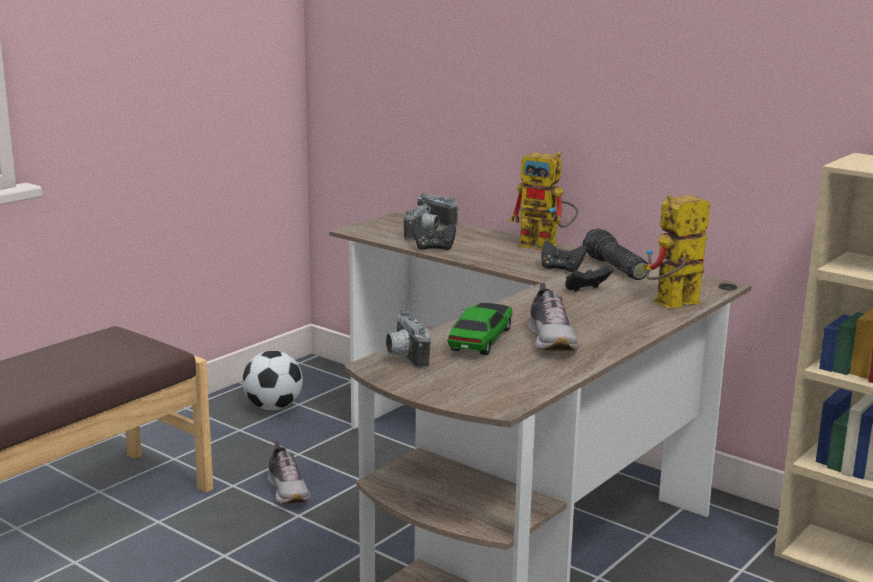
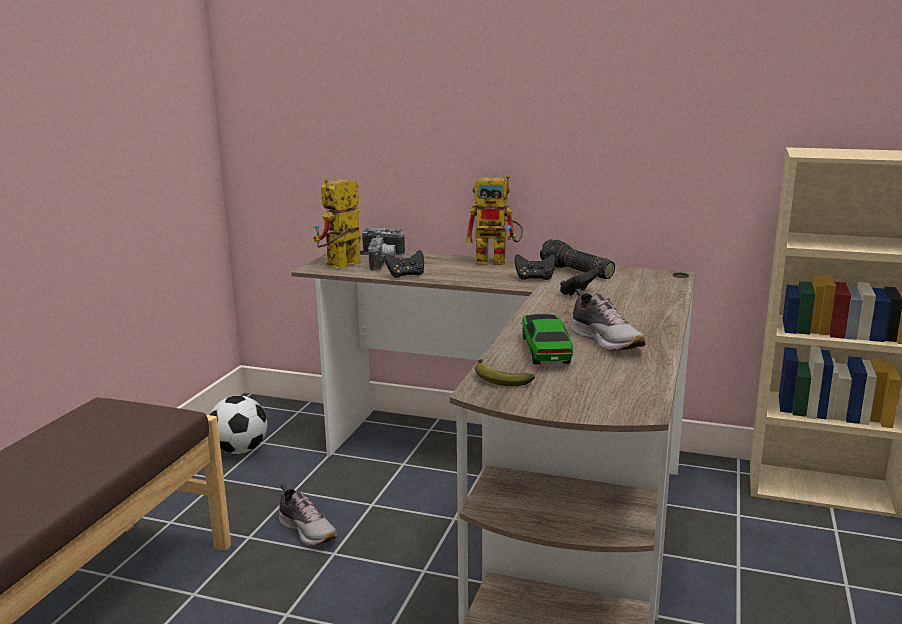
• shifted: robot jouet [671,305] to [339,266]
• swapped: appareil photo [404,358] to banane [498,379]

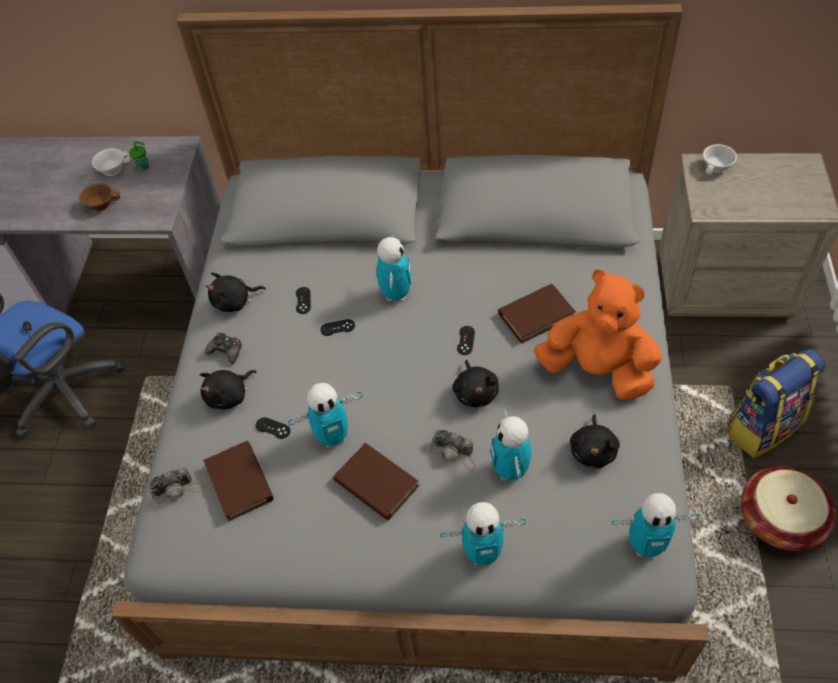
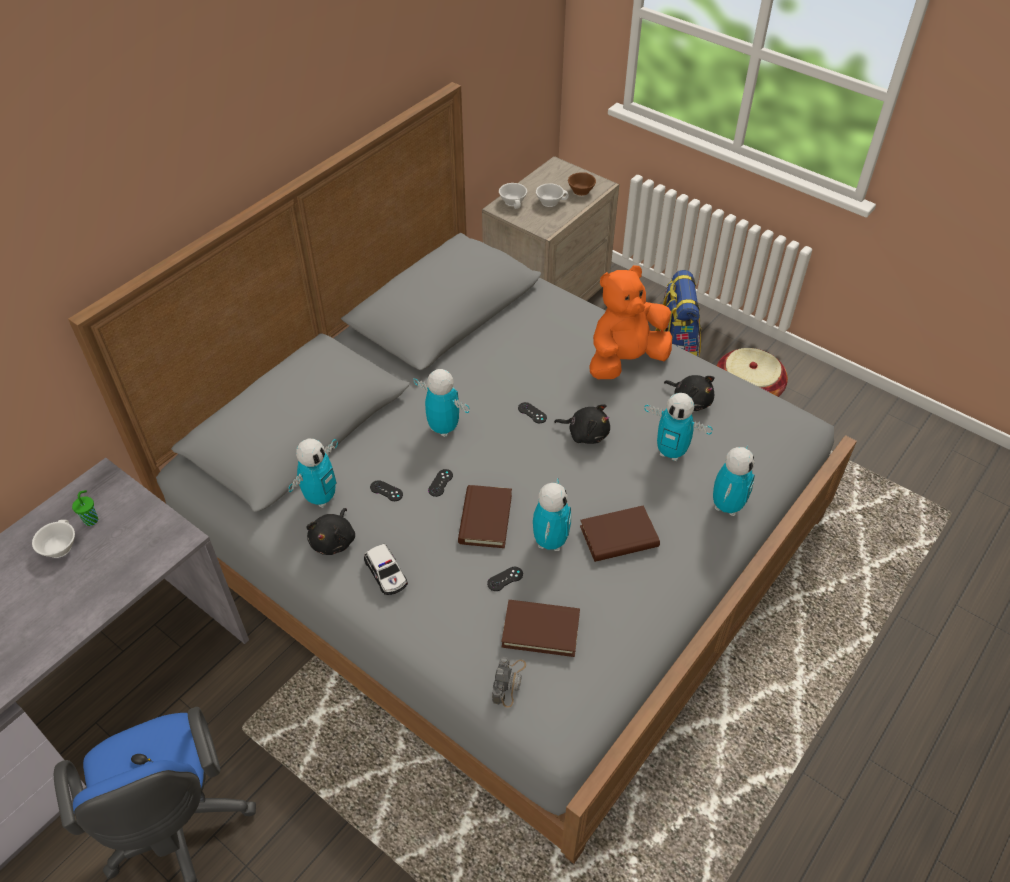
• shifted: tasse (marron) [101,203] to [580,190]
• shifted: livre (marron) [536,315] to [485,519]
• swapped: manette (noir) [226,350] to petite voiture [386,573]
• gone: peluche (noir) [229,395]
• gone: appareil photo [454,453]
• shifted: robot jouet [646,544] to [321,498]
• new: tasse (blanc) [550,201]

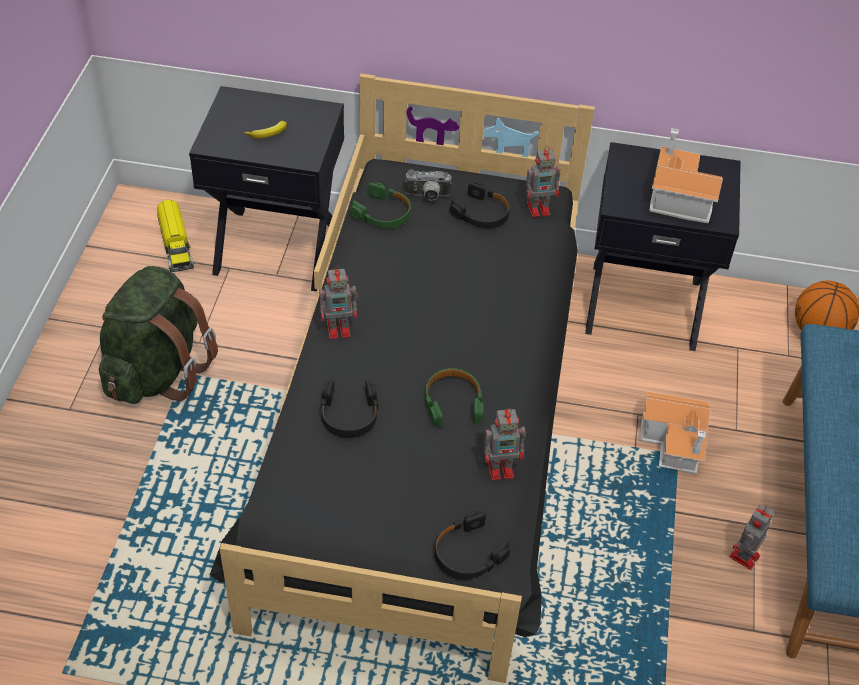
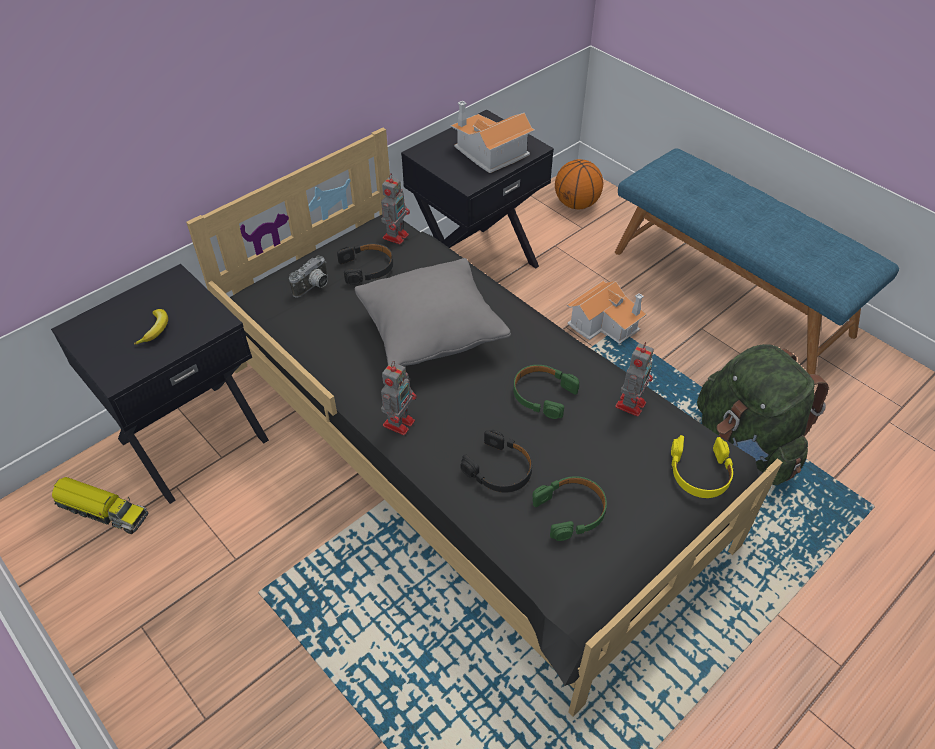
• shifted: casque audio (vert) [383,214] to [571,511]
• shifted: sac à dos (vert) [157,371] to [745,446]
• gone: robot jouet [743,557]
• repainted: casque audio (noir) [467,553] to casque audio (jaune) [700,473]
• new: coussin (gris) [431,335]

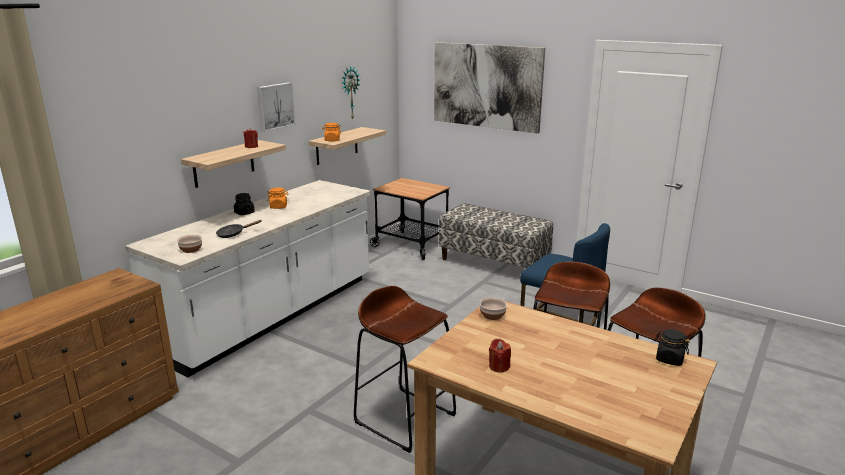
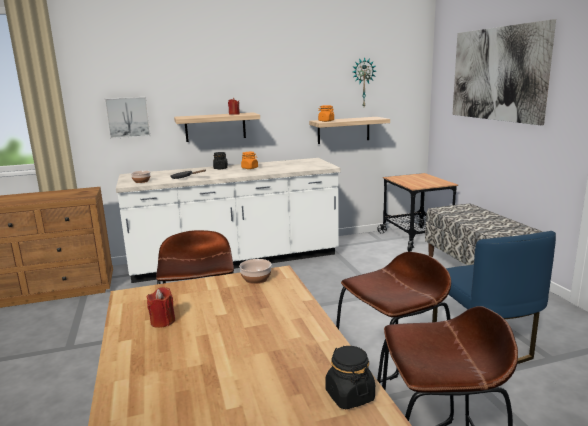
• shifted: tableau [275,106] to [128,117]

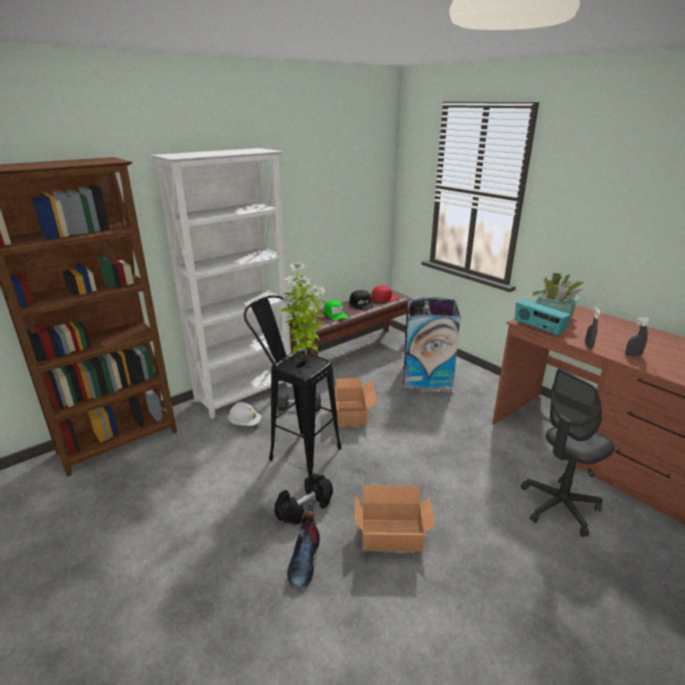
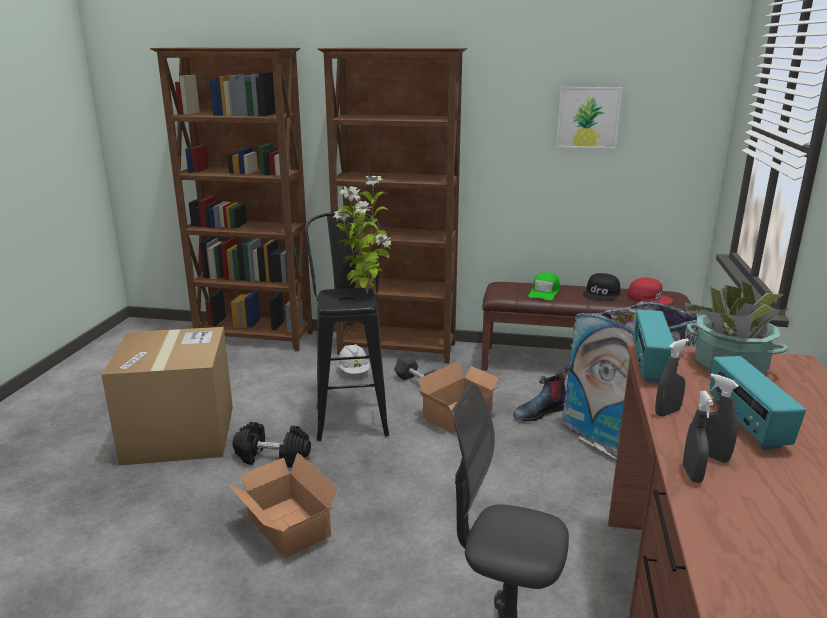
• repainted: bibliothèque (blanc) [245,394] to bibliothèque (marron) [398,350]
• shifted: botte [304,559] to [540,411]
• new: tableau [588,117]
• new: carton [179,434]
• new: radio [746,424]
• new: vaporisateur (gris) [692,474]

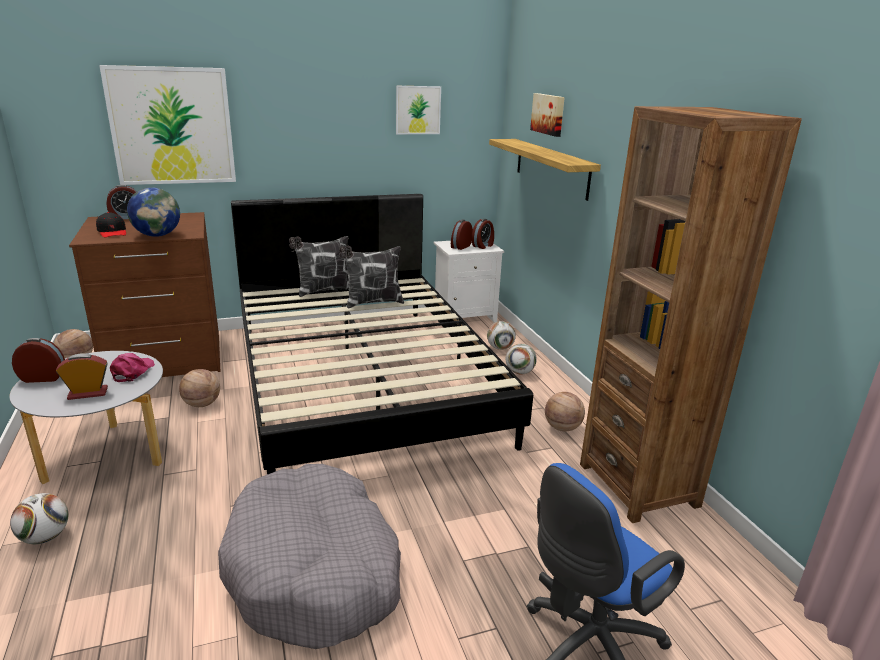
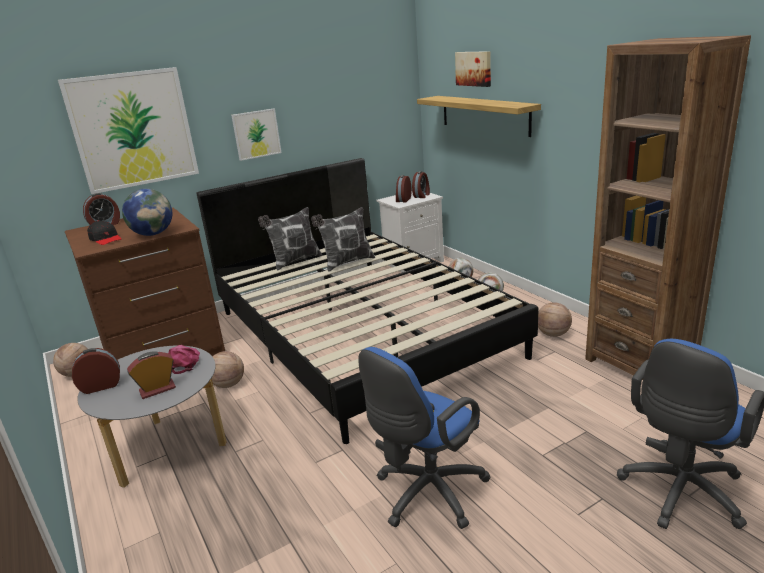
• shifted: tableau [418,110] to [256,134]
• swapped: panier pour chien (gris) [315,570] to chaise de bureau (bleu) [426,494]
• gone: ballon de foot [45,537]

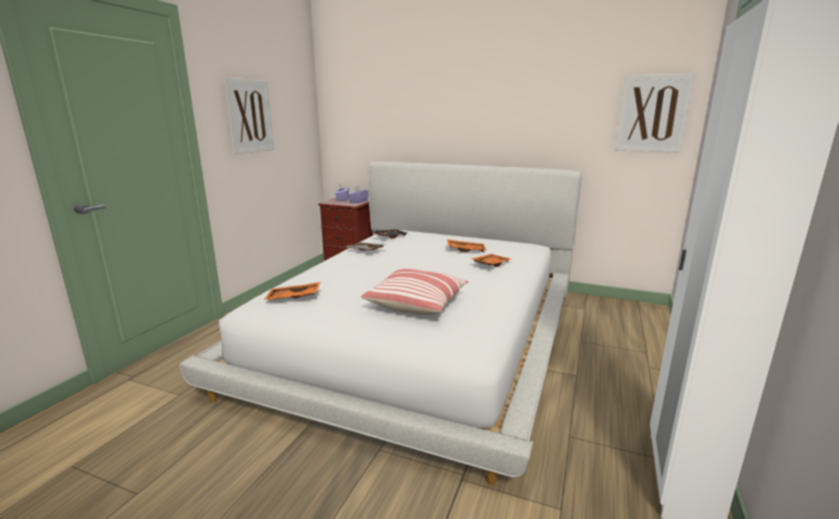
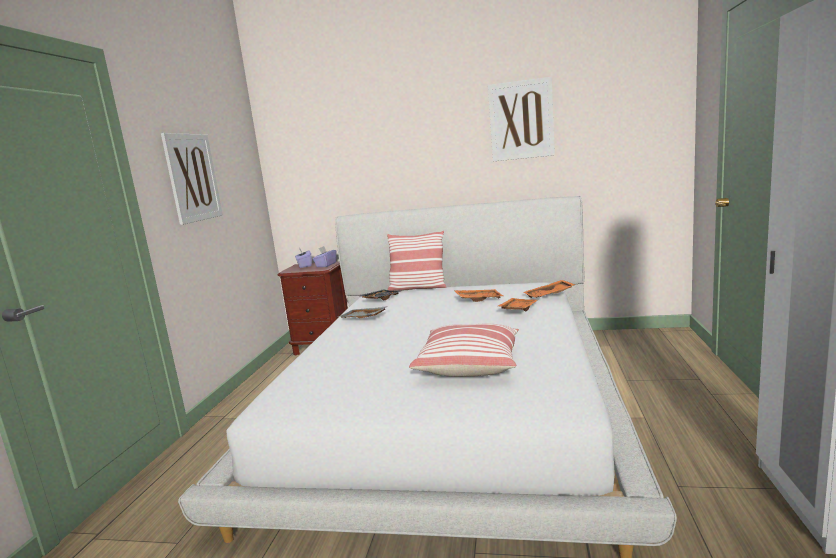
• shifted: tableau [652,113] to [521,120]
• shifted: plateau (orange) [293,298] to [549,295]
• new: coussin [418,288]

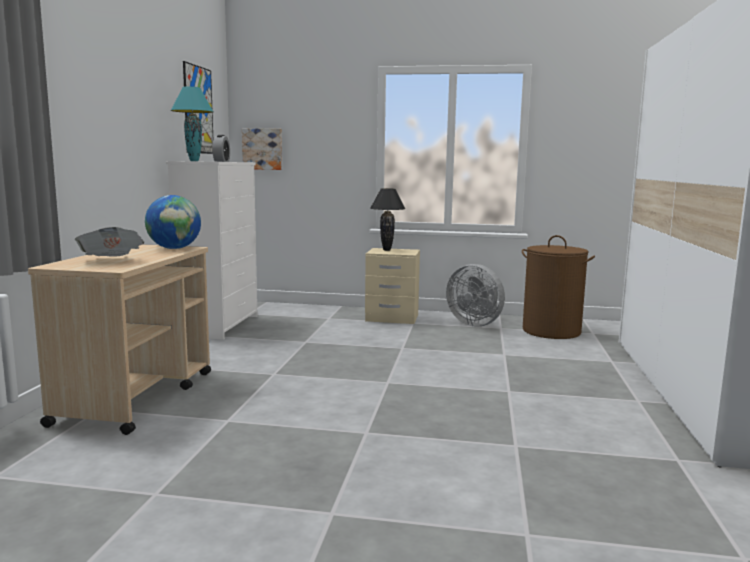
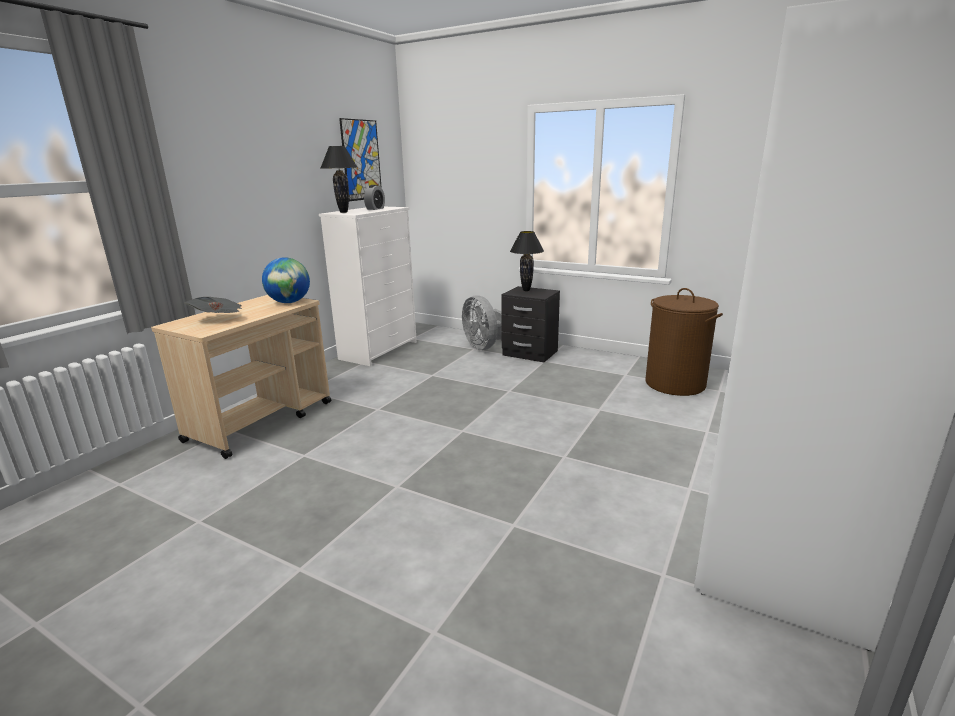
• repainted: lampe de table (turquoise) [193,161] to lampe de table (noir) [343,212]
• gone: tableau [262,149]
• repainted: table de chevet (beige) [392,318] to table de chevet (noir) [530,353]
• shifted: ventilateur (gris) [475,324] to [484,347]

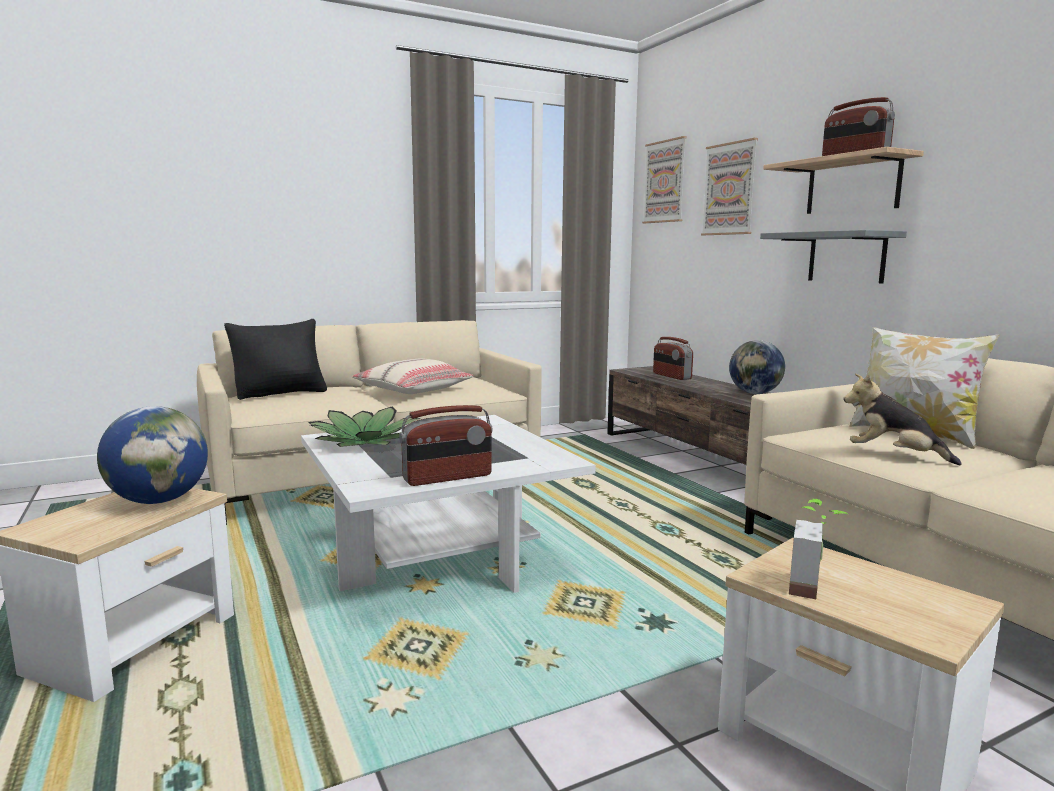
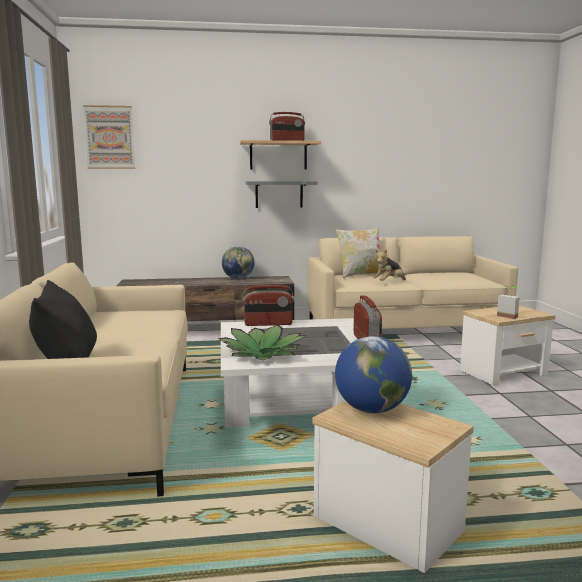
• gone: tableau [729,189]
• shifted: radio [671,376] to [268,324]
• gone: coussin (beige) [413,389]

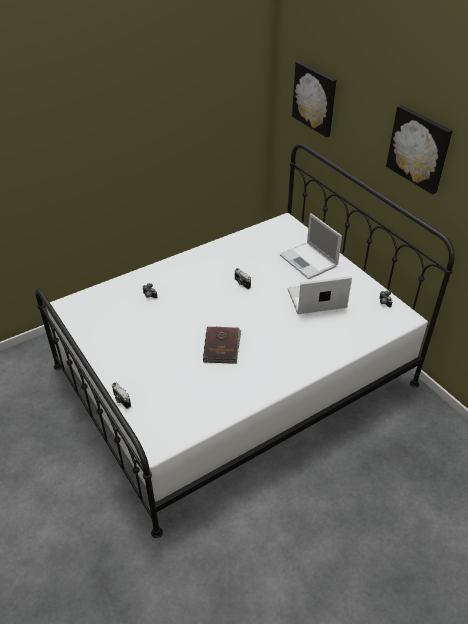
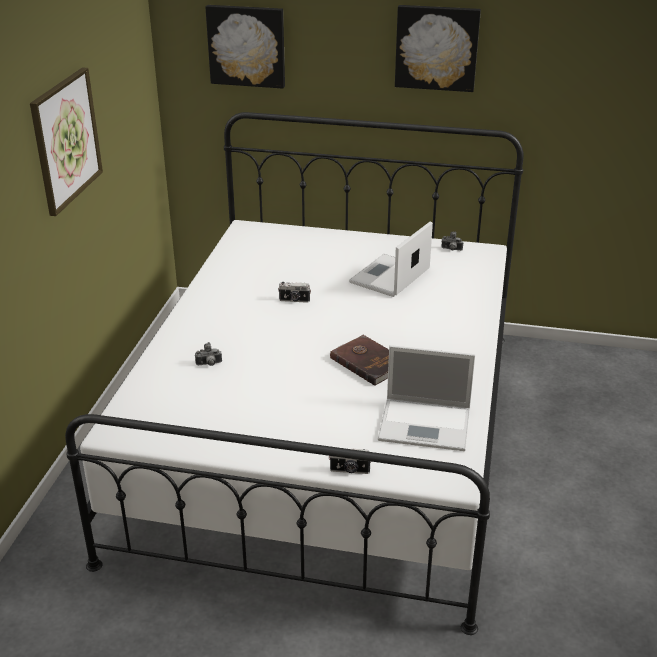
• shifted: ordinateur portable [309,261] to [426,424]
• new: tableau [66,140]

